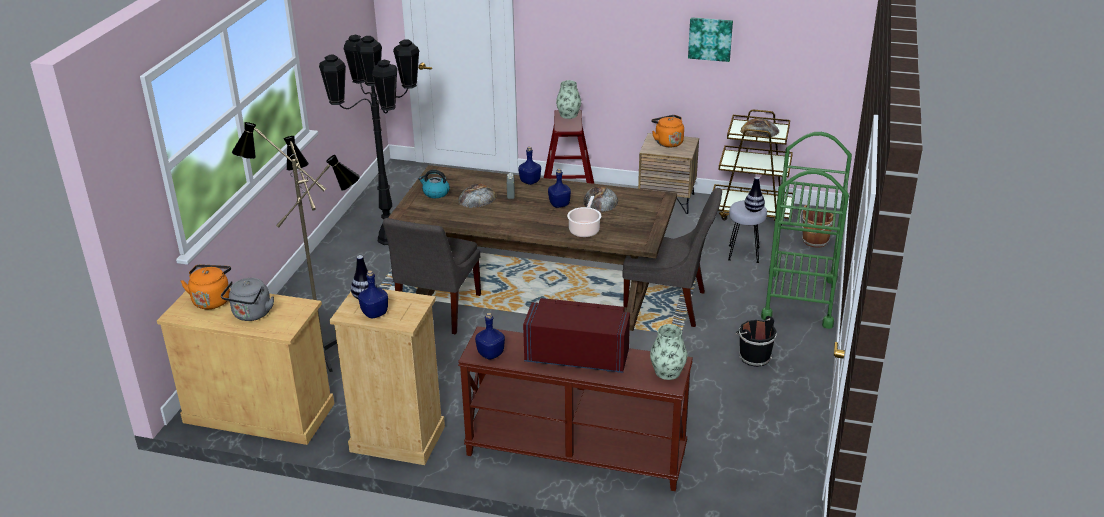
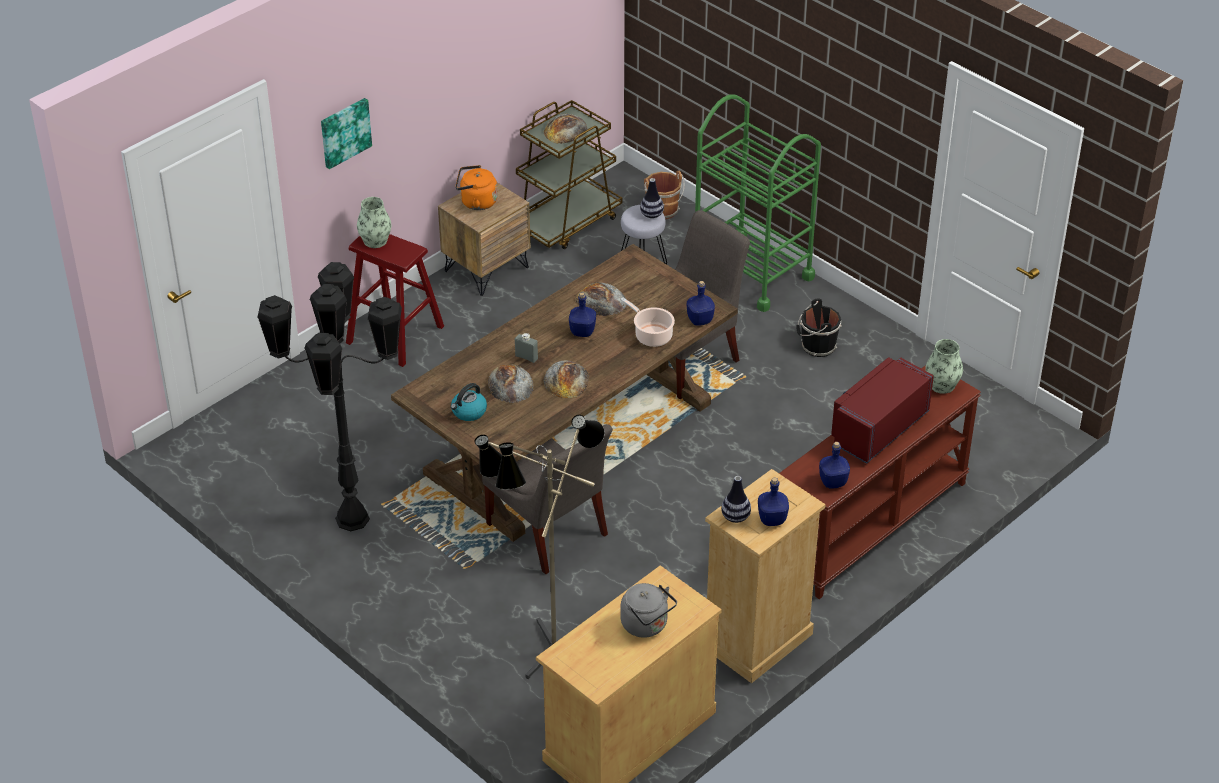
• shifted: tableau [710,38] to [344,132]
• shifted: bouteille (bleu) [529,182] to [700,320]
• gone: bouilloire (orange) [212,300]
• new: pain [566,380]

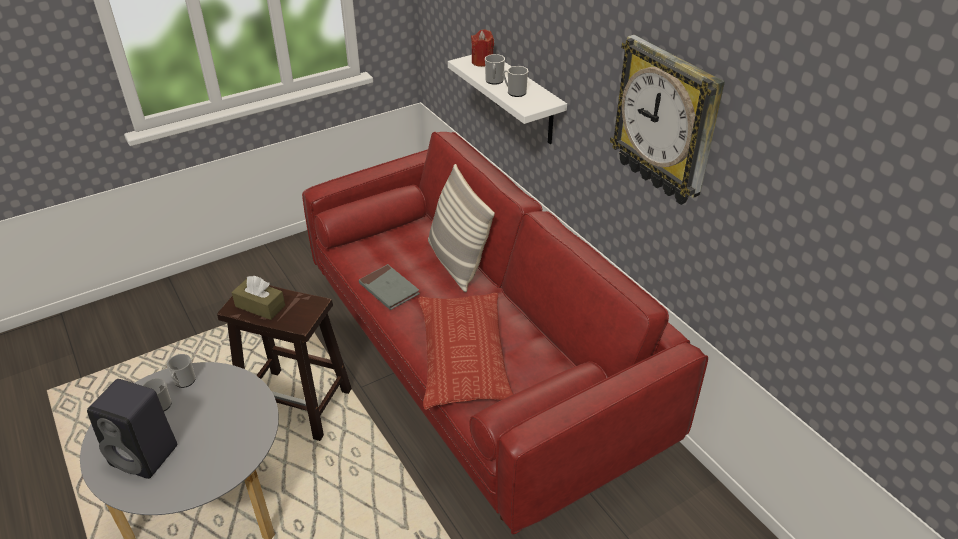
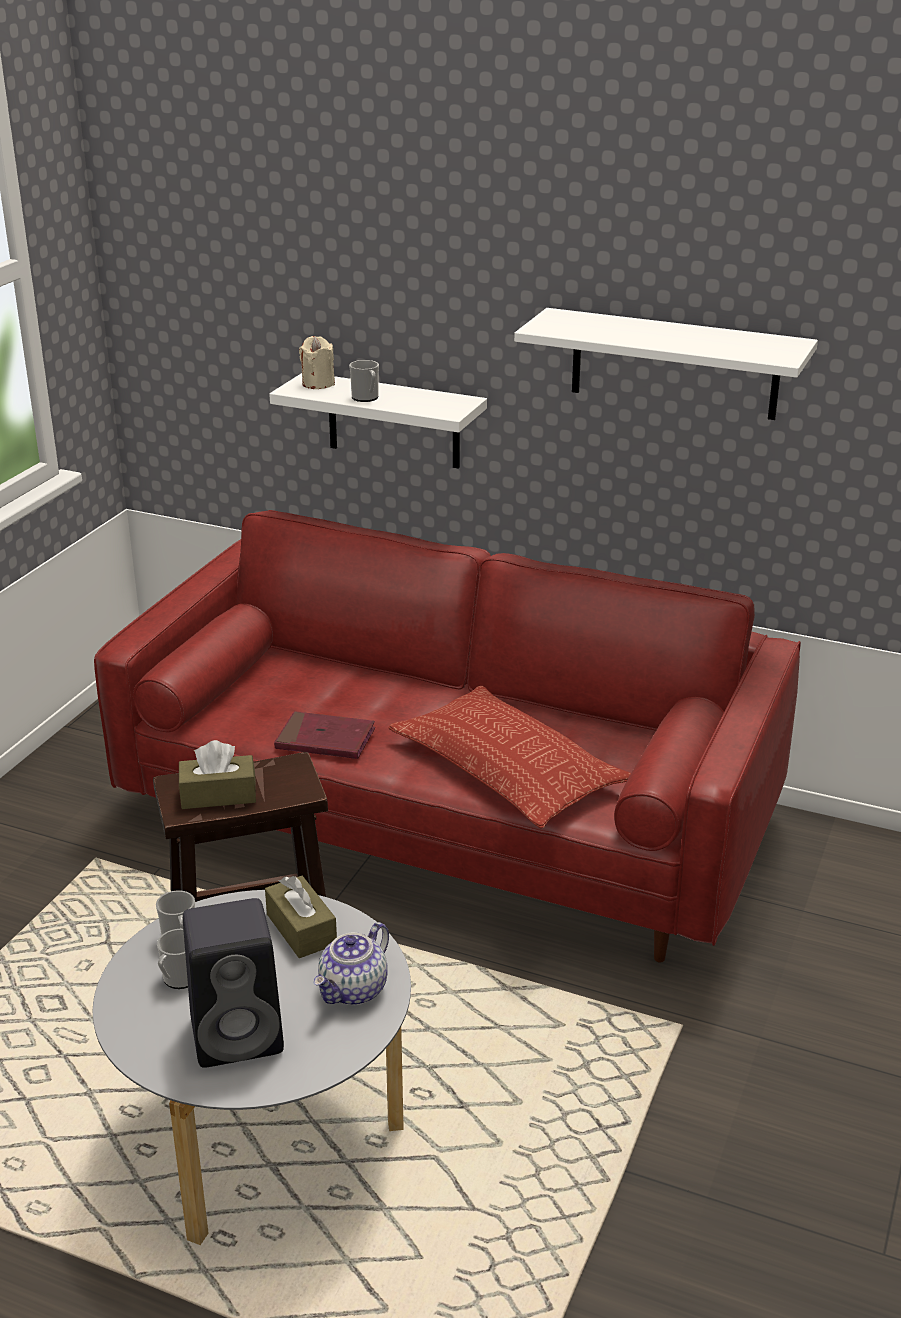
• repainted: bougie (rouge) [482,62] to bougie (beige) [318,384]
• swapped: horloge murale [666,122] to étagère (blanc) [674,364]
• gone: mug [514,92]
• gone: coussin [457,263]
• repainted: livre (gris) [389,289] to livre (rouge) [325,740]
• new: boîte à mouchoirs (marron) [301,929]
• new: théière [354,990]

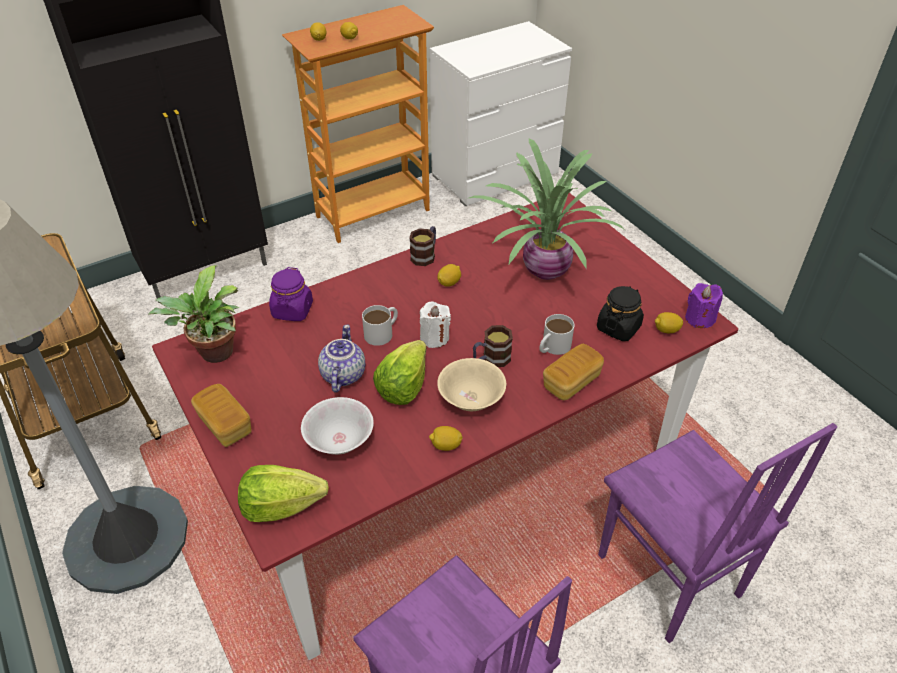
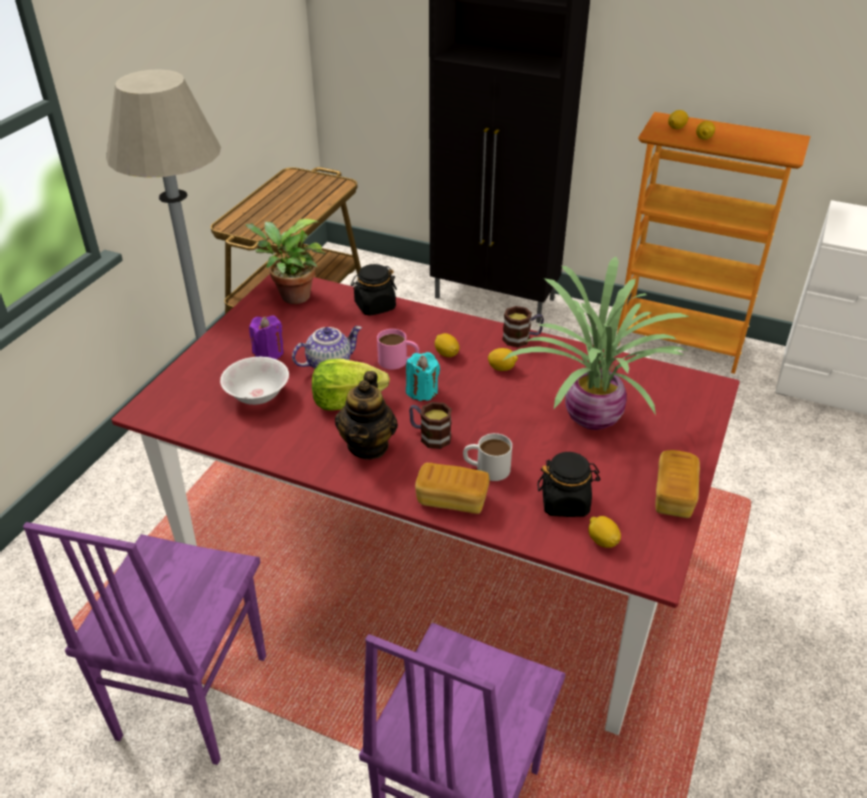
• repainted: bocal (violet) [292,310] to bocal (noir) [375,306]
• shifted: bougie (violet) [699,319] to [268,353]
• repainted: bougie (blanc) [434,337] to bougie (turquoise) [422,391]
• repainted: mug (blanc) [382,332] to mug (rose) [398,361]
• swapped: bol (beige) [471,399] to théière [368,445]
• shifted: pain [225,424] to [674,495]
• shifted: citron [445,445] to [446,354]
• gone: laitue [281,506]

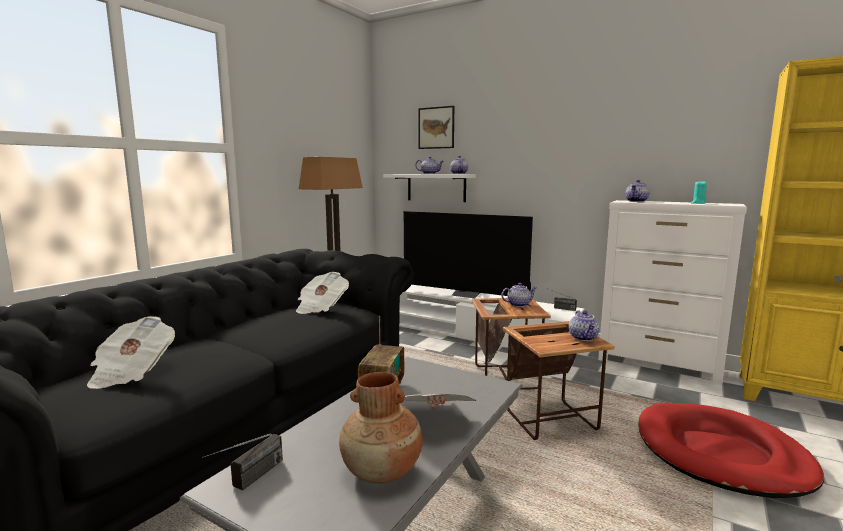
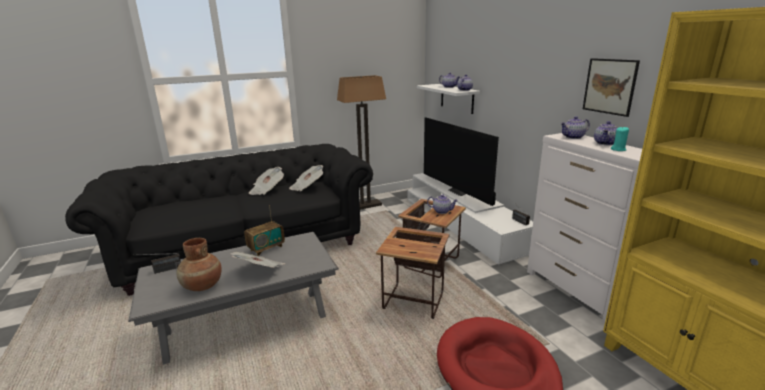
• shifted: tableau [436,128] to [609,86]
• shifted: théière [584,338] to [605,143]
• shifted: journal [131,372] to [267,190]

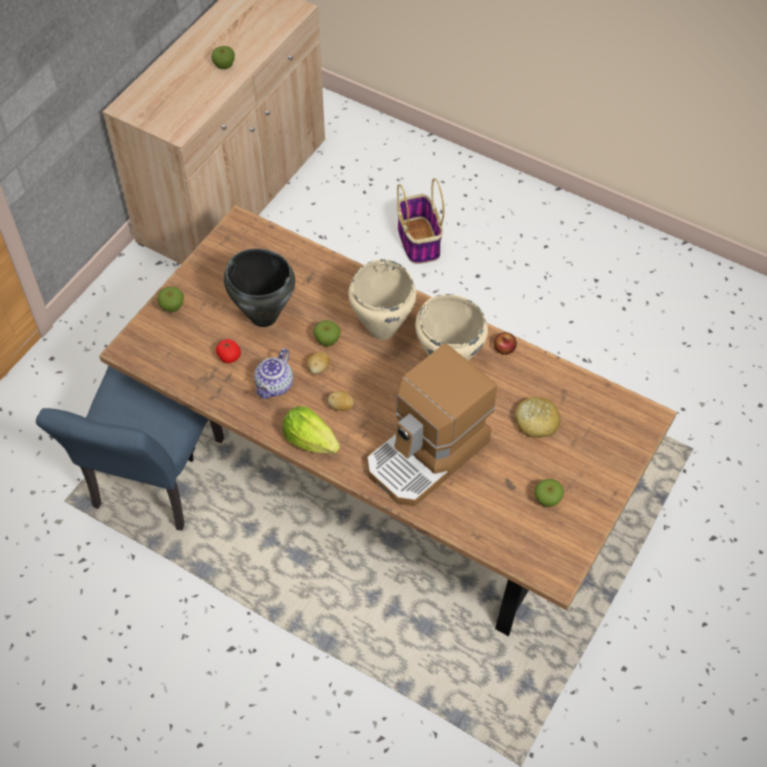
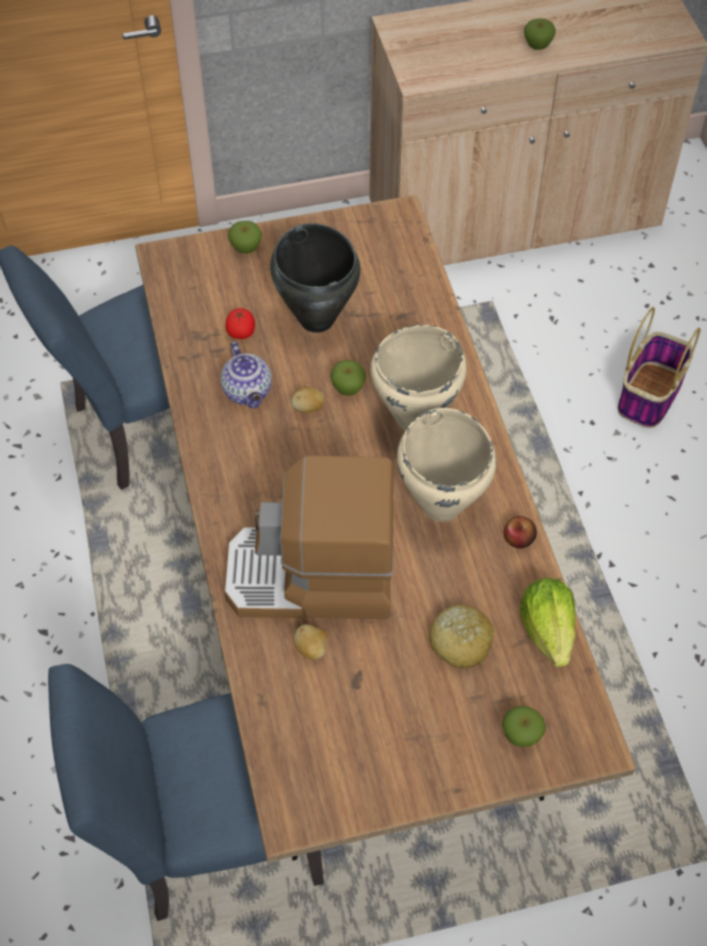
• rotated: théière [274,386] = [248,392] 90 degrees counterclockwise
• shifted: pomme de terre [341,406] to [311,649]
• shifted: laitue [310,440] to [548,630]
• shifted: pomme [547,500] to [521,735]
• new: chaise (bleu) [209,837]

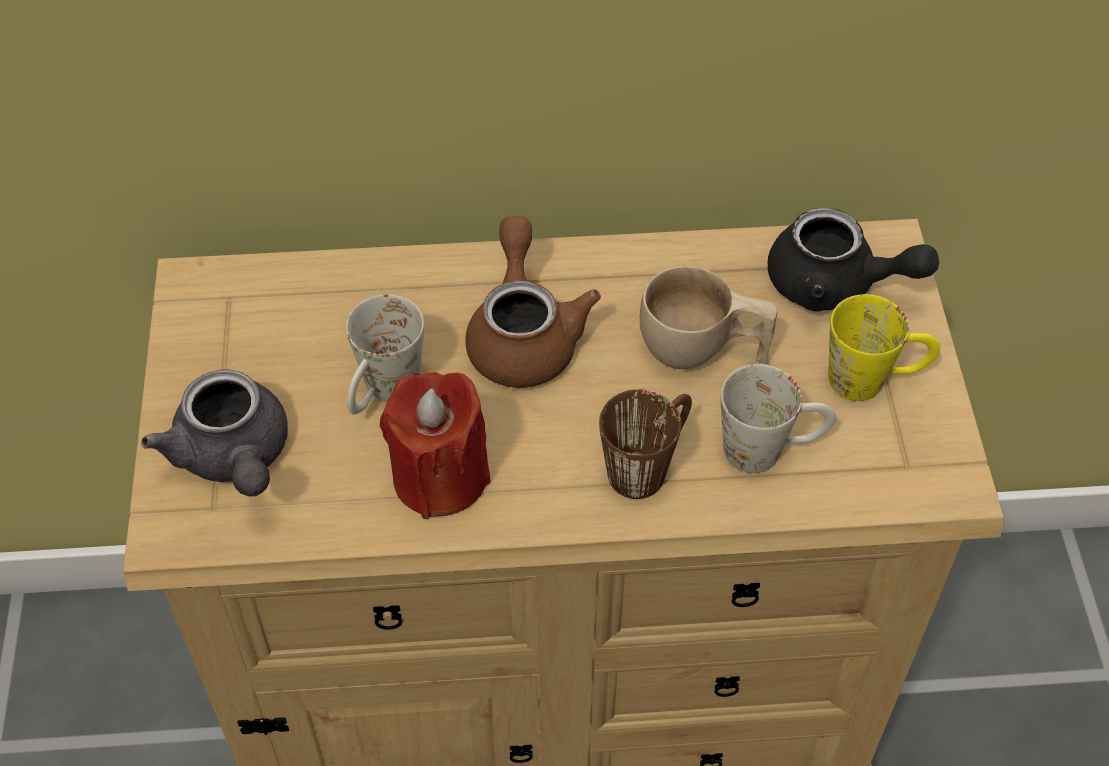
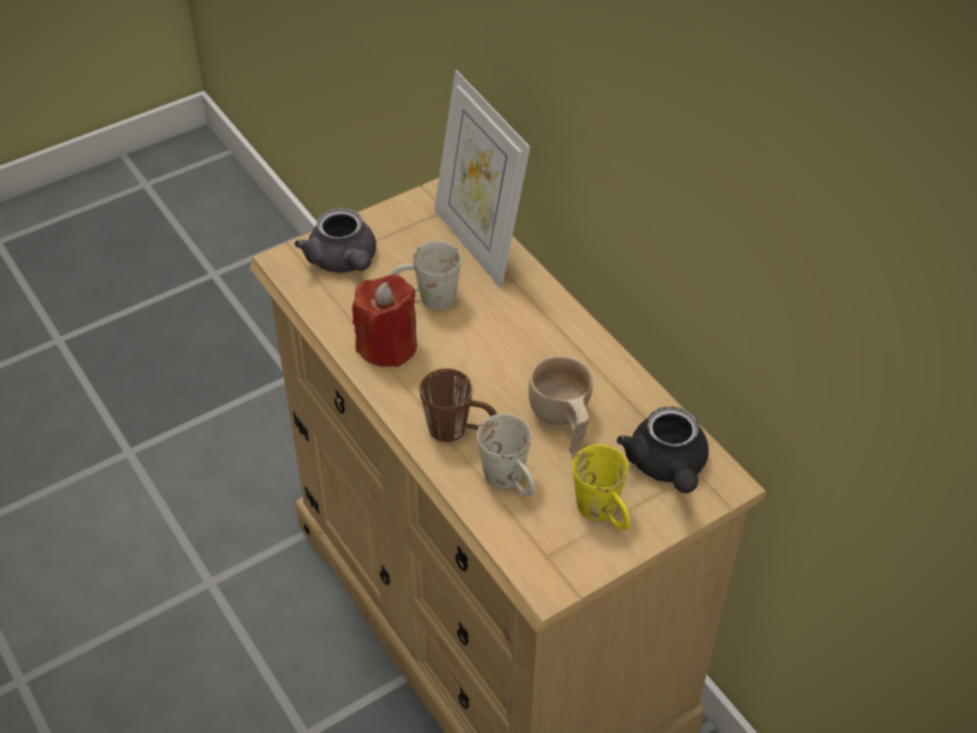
• gone: théière (marron) [524,335]
• rotated: théière (gris) [234,458] = [344,262] 60 degrees counterclockwise
• new: cadre photo [478,243]

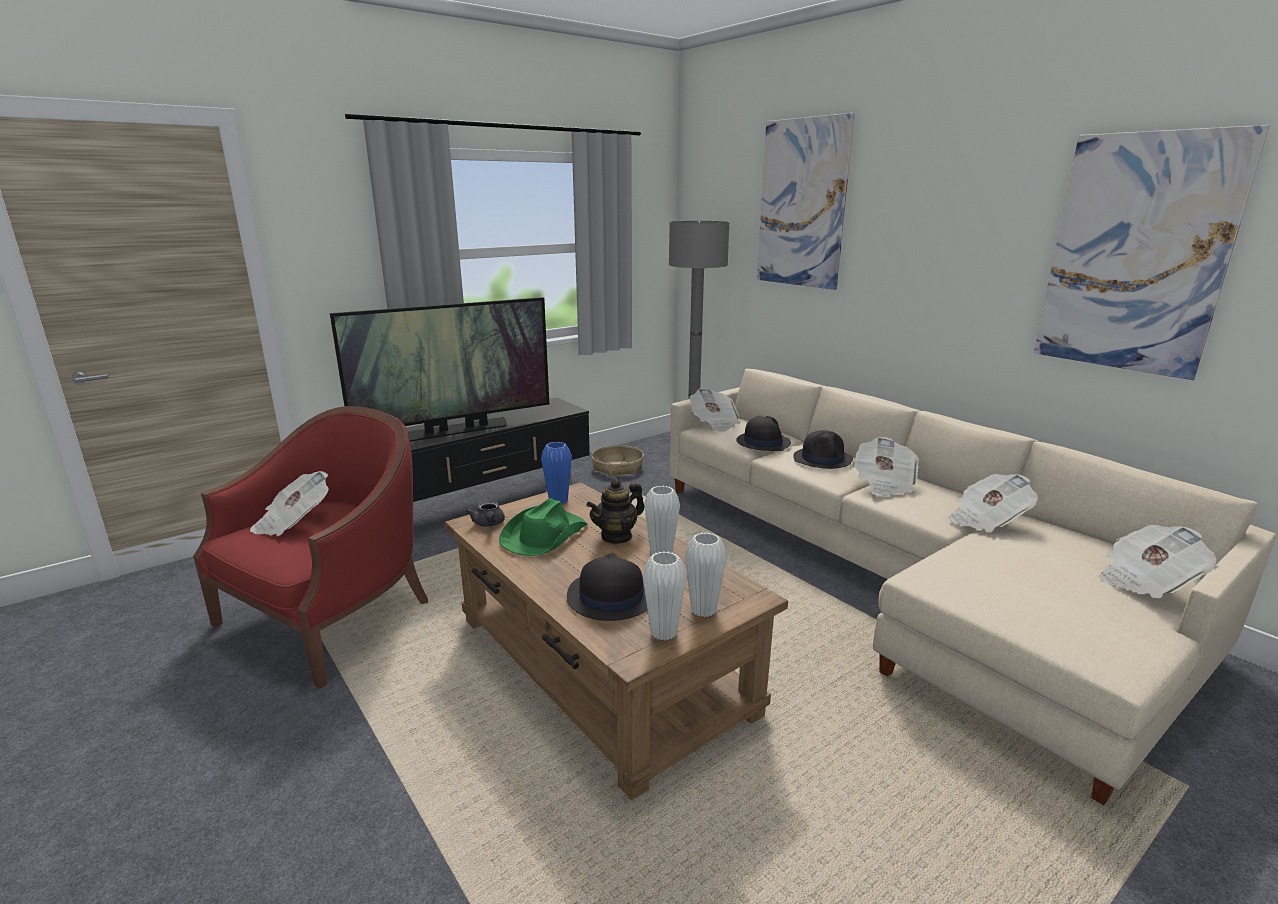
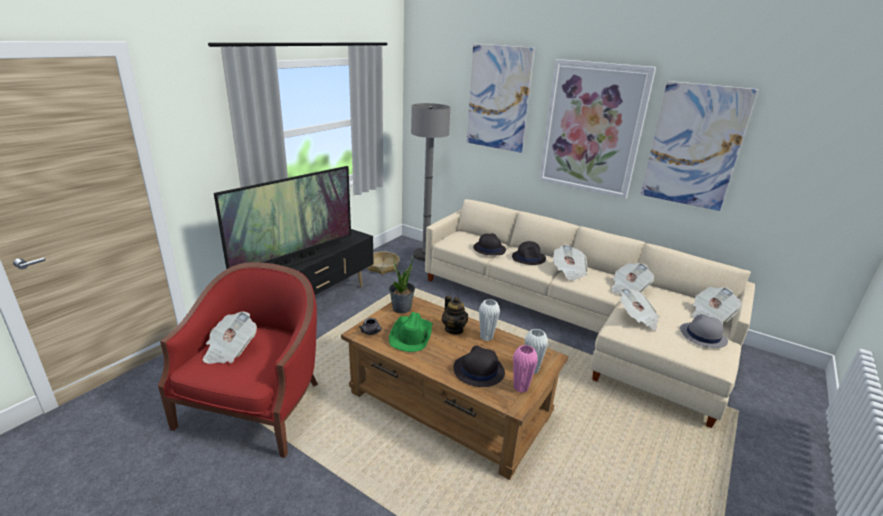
• shifted: journal [714,423] to [637,318]
• swapped: vase (bleu) [558,500] to plante en pot [402,308]
• rotated: théière [616,536] = [454,329] 60 degrees counterclockwise
• repainted: vase (blanc) [663,632] to vase (rose) [520,387]
• new: tableau [592,128]
• new: chapeau (gris) [702,336]

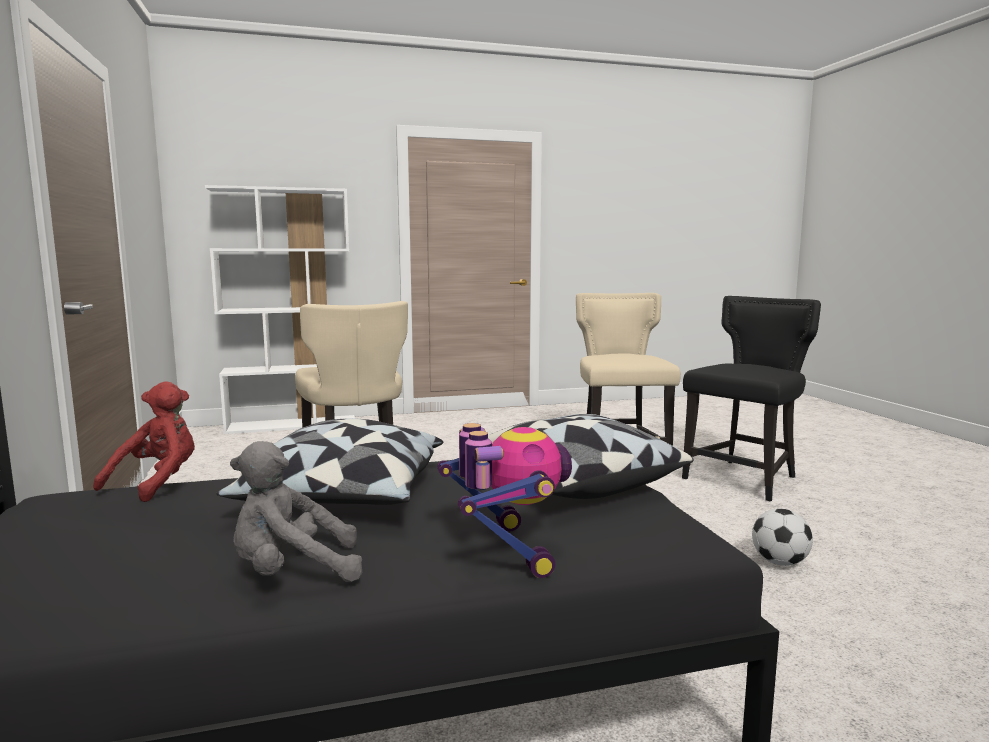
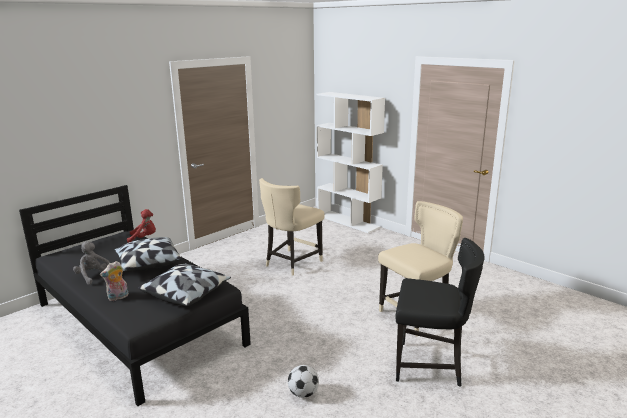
• swapped: robot jouet [506,551] to peluche [118,297]

